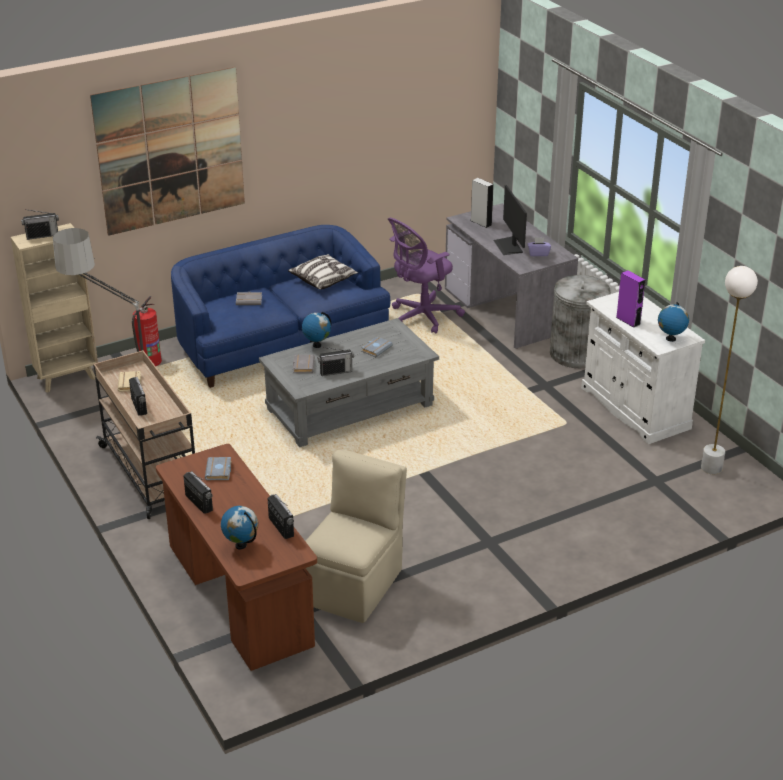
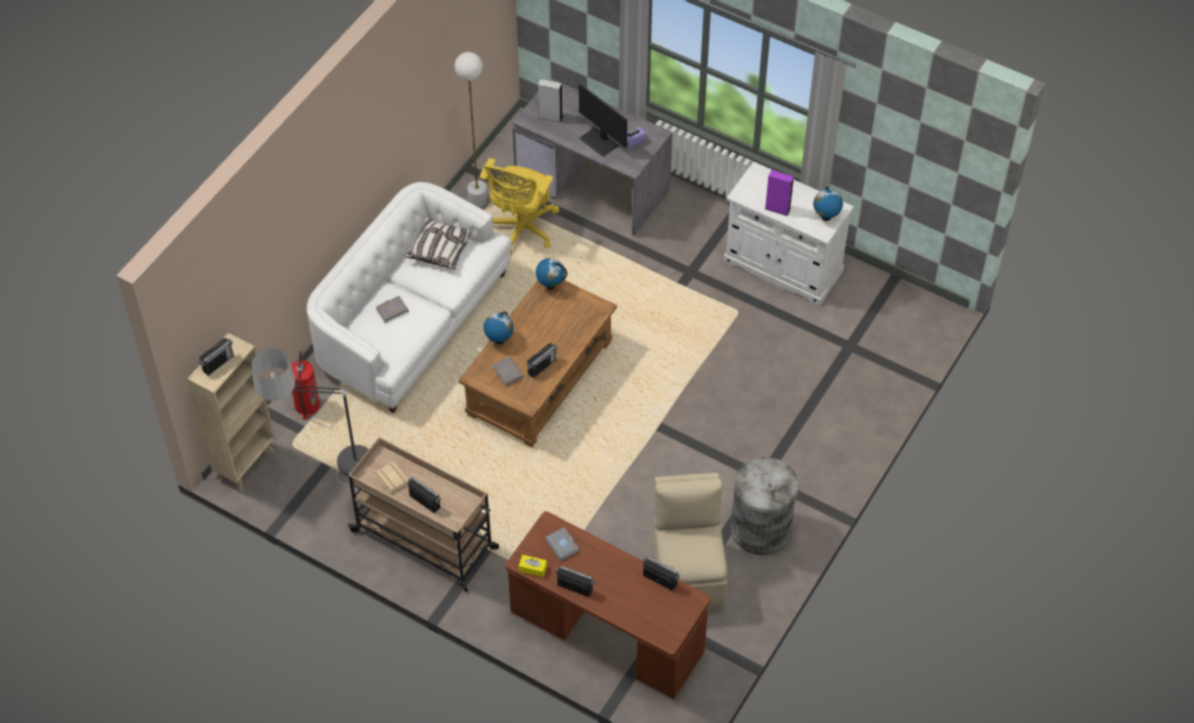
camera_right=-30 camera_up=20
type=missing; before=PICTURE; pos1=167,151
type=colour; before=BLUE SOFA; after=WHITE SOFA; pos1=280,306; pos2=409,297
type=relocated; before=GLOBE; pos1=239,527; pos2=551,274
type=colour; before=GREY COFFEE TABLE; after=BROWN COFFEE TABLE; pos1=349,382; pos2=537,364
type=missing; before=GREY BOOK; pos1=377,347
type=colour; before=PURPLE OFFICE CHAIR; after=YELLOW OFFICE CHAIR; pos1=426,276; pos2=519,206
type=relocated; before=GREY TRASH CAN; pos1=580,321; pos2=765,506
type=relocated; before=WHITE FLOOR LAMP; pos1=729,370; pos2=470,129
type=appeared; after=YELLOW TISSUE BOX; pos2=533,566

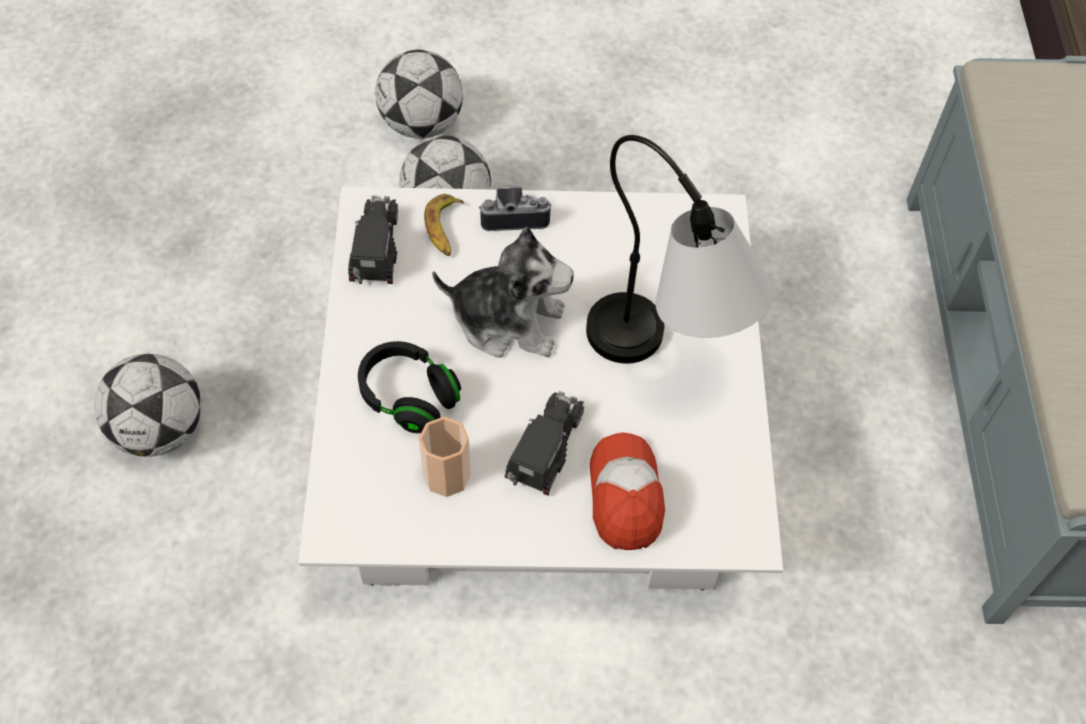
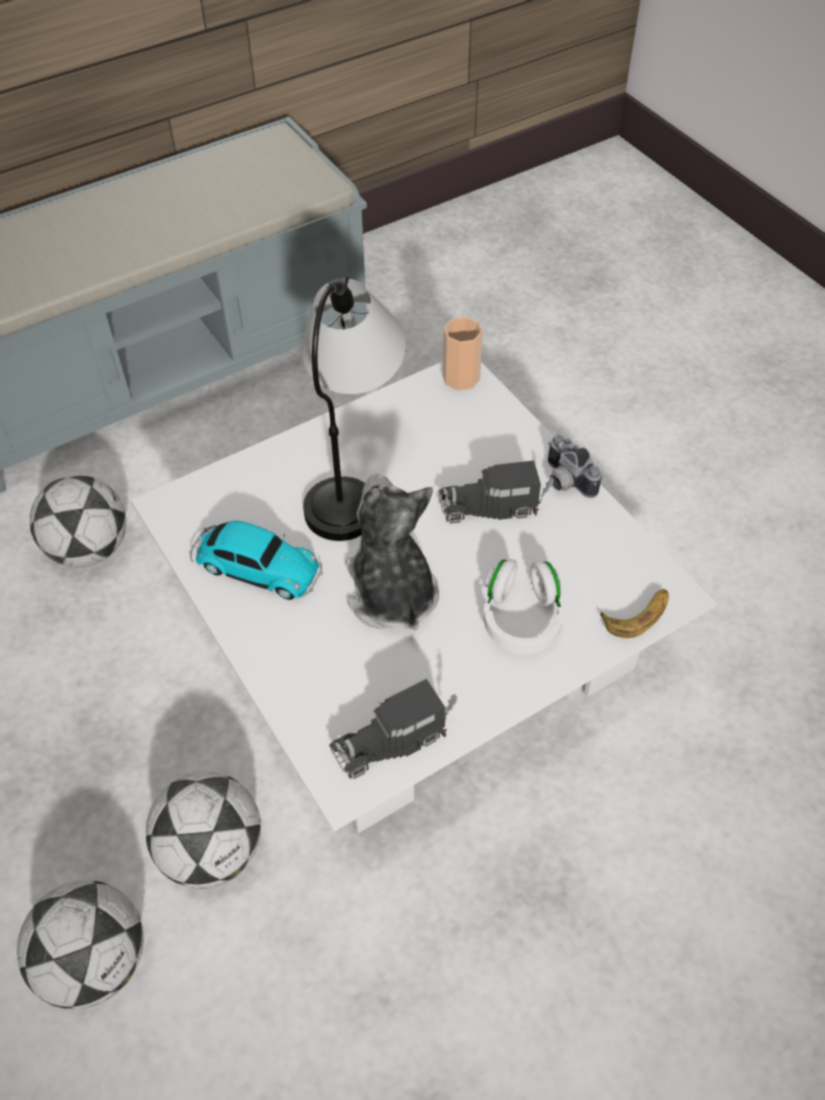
camera_right=-120 camera_up=-5
type=relocated; before=FOOTBALL; pos1=148,405; pos2=78,521
type=colour; before=BLACK HEADPHONES; after=WHITE HEADPHONES; pos1=409,387; pos2=523,606
type=relocated; before=CUP; pos1=445,457; pos2=462,353
type=relocated; before=BANANA; pos1=444,225; pos2=634,613
type=relocated; before=PHOTO CAMERA; pos1=515,208; pos2=575,466
type=missing; before=CAP; pos1=627,491
type=appeared; after=TOY CAR; pos2=256,560

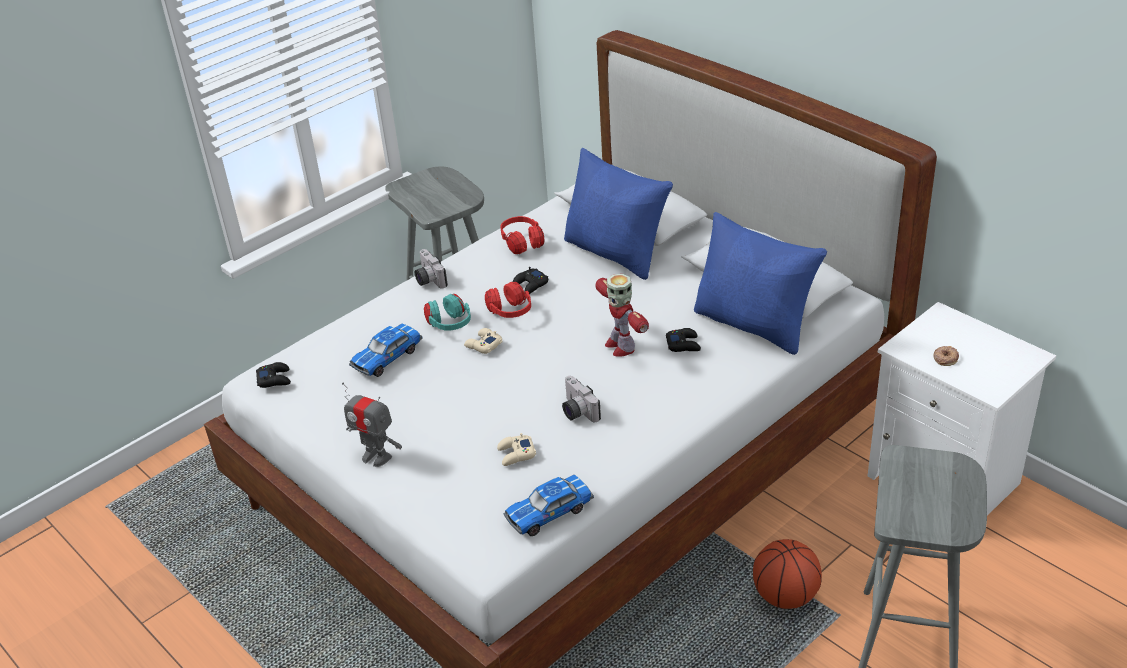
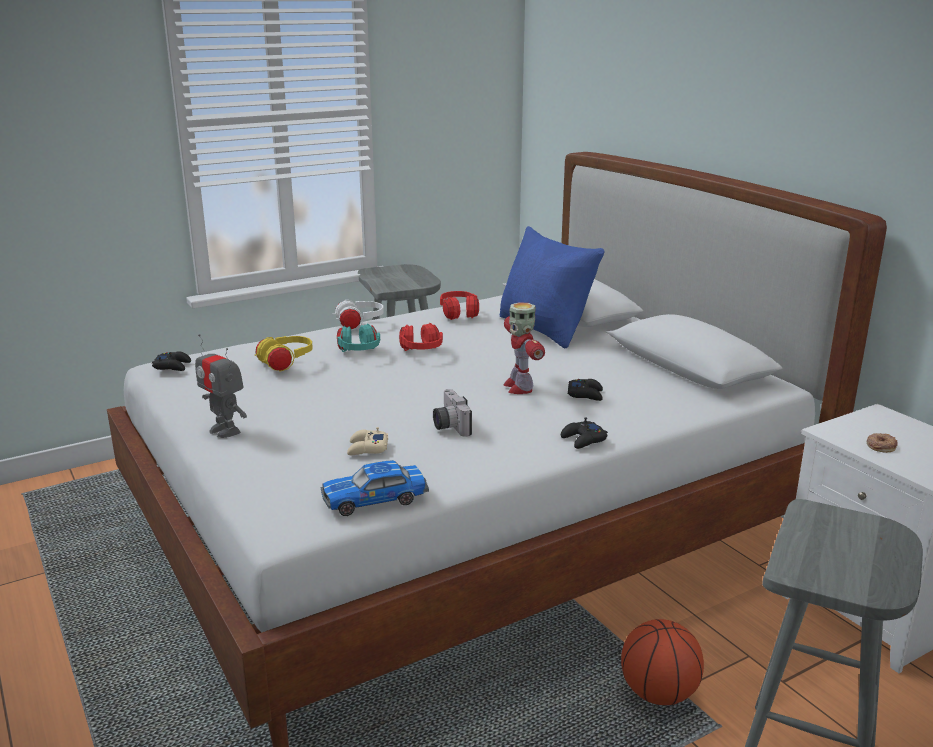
camera_right=10 camera_up=-15
type=exchanged; before=TOY CAR; after=YELLOW HEADPHONES; pos1=386,350; pos2=283,354
type=exchanged; before=PHOTO CAMERA; after=WHITE HEADPHONES; pos1=431,268; pos2=358,315
type=missing; before=BEIGE GAME CONTROLLER; pos1=483,341
type=relocated; before=BLACK GAME CONTROLLER; pos1=531,280; pos2=584,433
type=missing; before=BLUE PILLOW; pos1=760,283

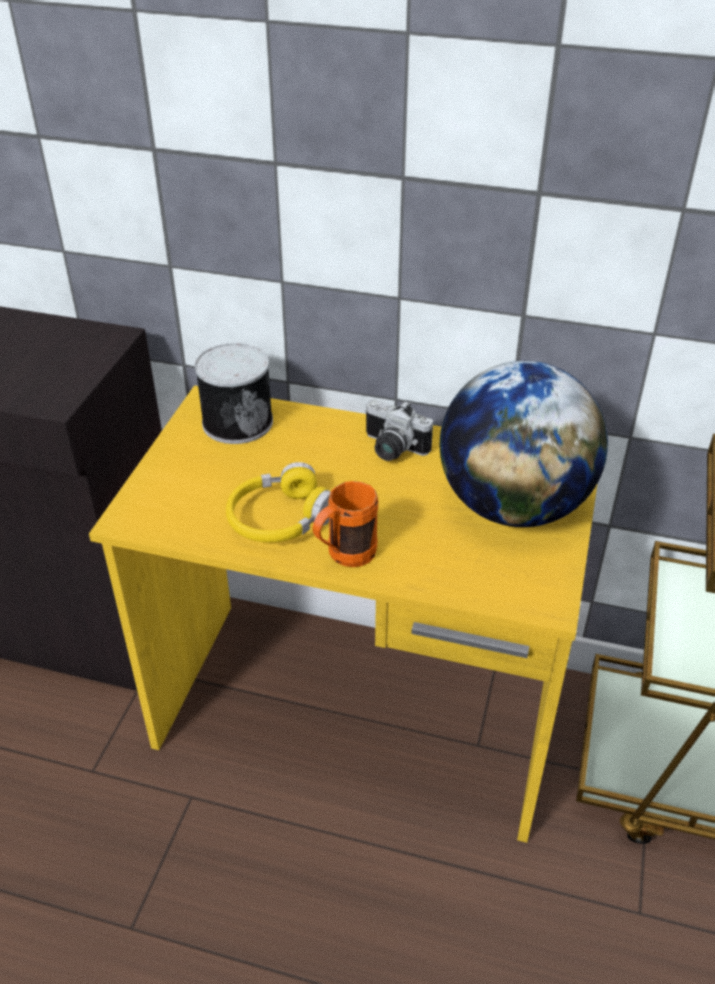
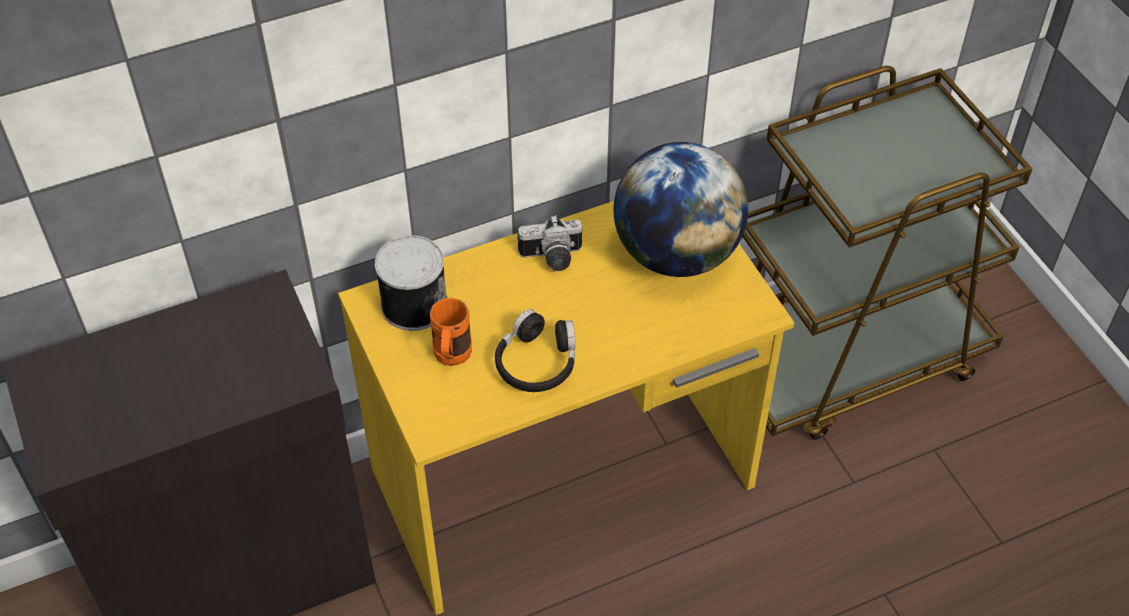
camera_right=-40 camera_up=10
type=colour; before=YELLOW HEADPHONES; after=BLACK HEADPHONES; pos1=278,502; pos2=535,350
type=relocated; before=ORANGE MUG; pos1=345,524; pos2=450,332

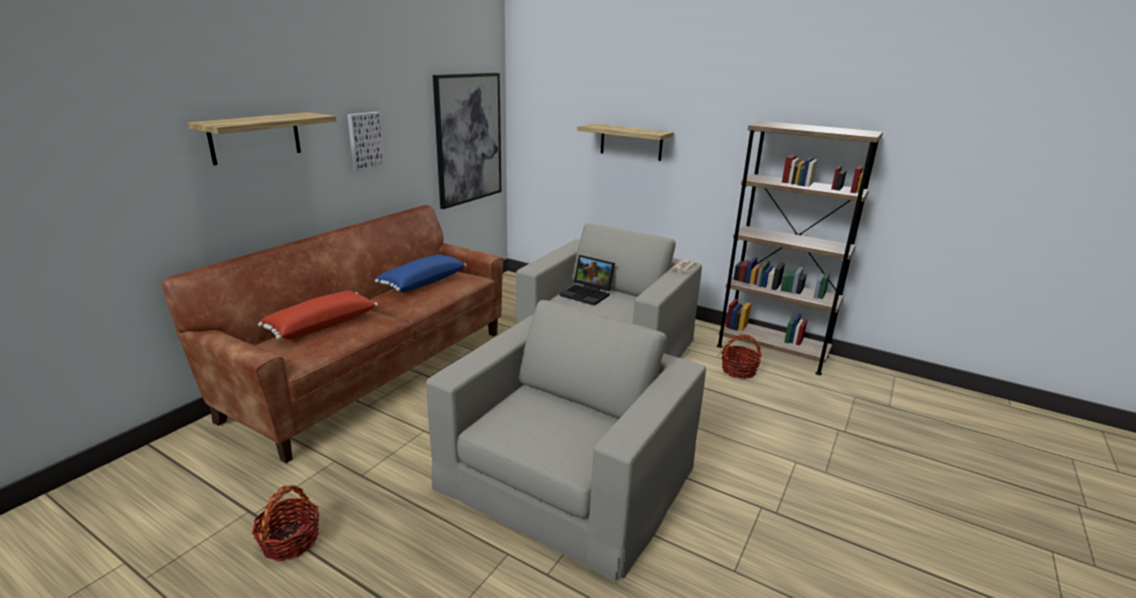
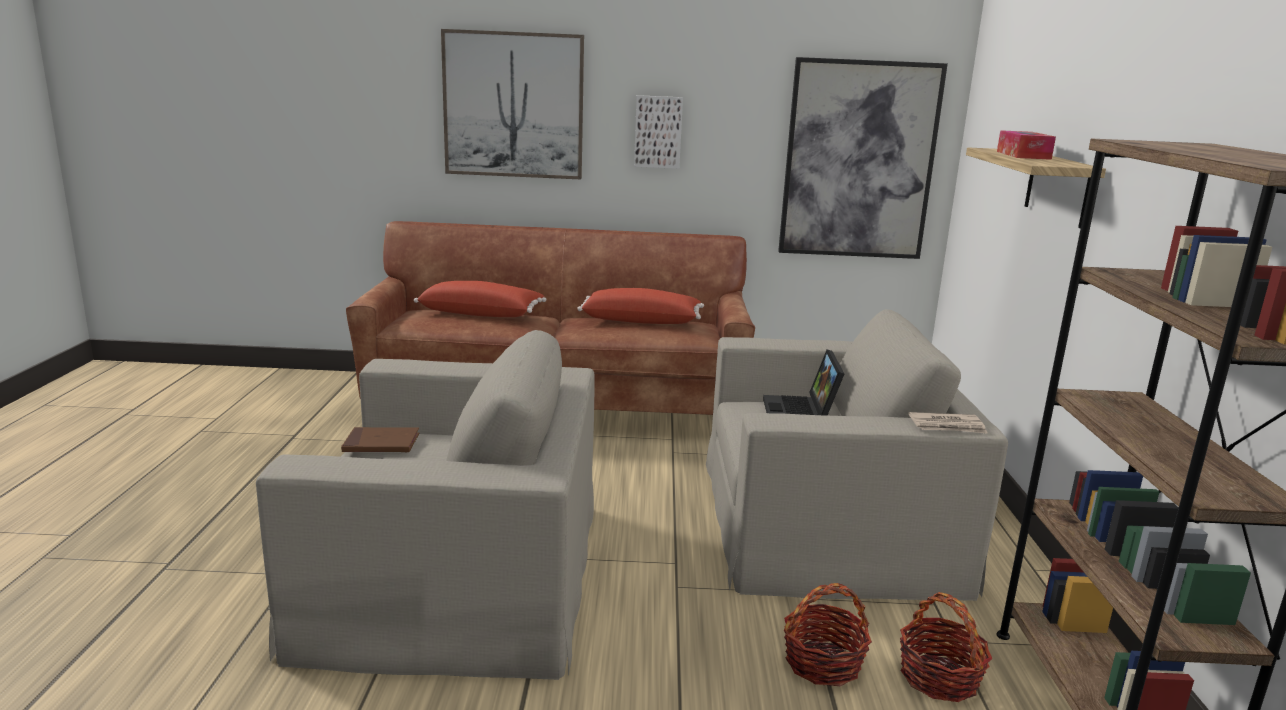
camera_right=60 camera_up=-5
type=exchanged; before=SHELF; after=PICTURE; pos1=262,138; pos2=512,104
type=relocated; before=BASKET; pos1=285,523; pos2=828,634
type=colour; before=BLUE PILLOW; after=RED PILLOW; pos1=420,273; pos2=640,306
type=appeared; after=BROWN BOOK; pos2=380,439
type=appeared; after=TISSUE BOX; pos2=1026,145

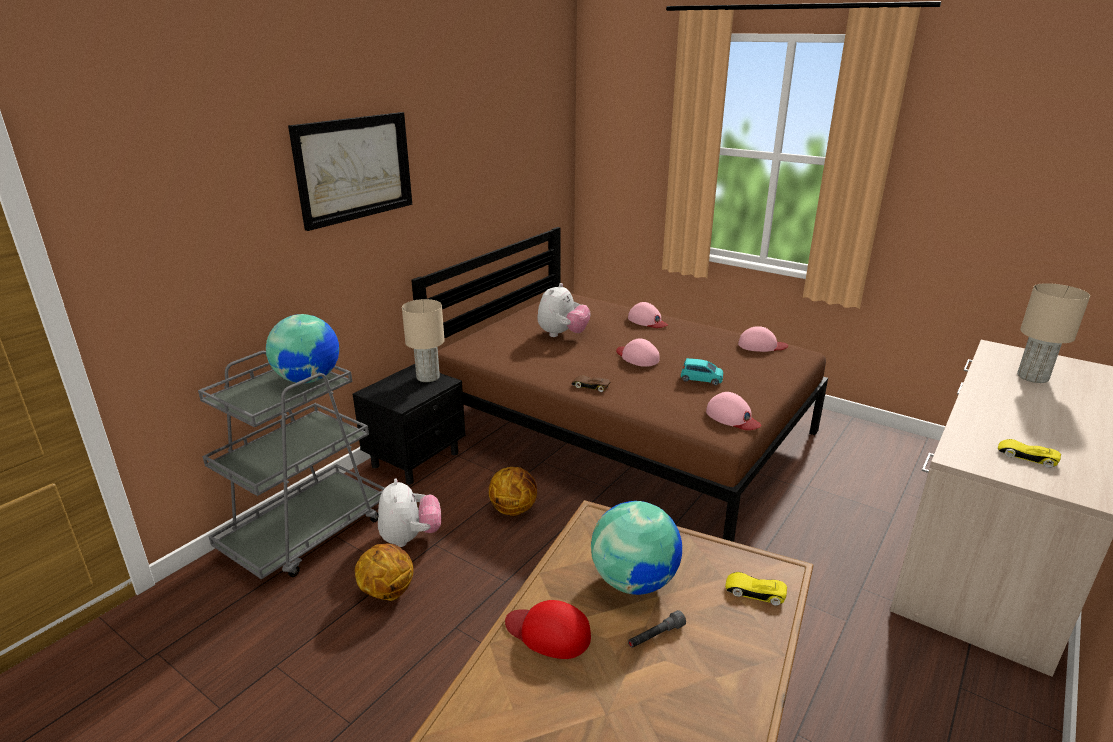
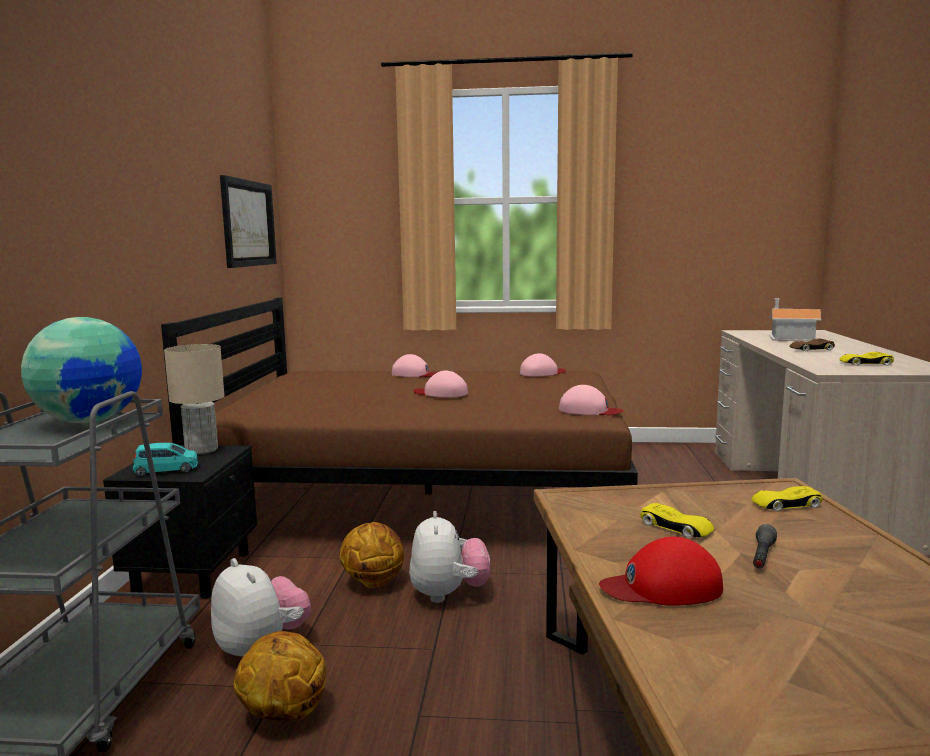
camera_right=-30 camera_up=-15
type=relocated; before=PICTURE; pos1=350,171; pos2=248,221
type=relocated; before=PLUSH TOY; pos1=564,310; pos2=449,557
type=relocated; before=BROWN TOY CAR; pos1=591,383; pos2=812,345
type=exchanged; before=GLOBE; after=YELLOW TOY CAR; pos1=636,548; pos2=677,520
type=relocated; before=TURQUOISE TOY CAR; pos1=702,371; pos2=165,460
type=exchanged; before=BEIGE TABLE LAMP; after=TOY HOUSE; pos1=1053,333; pos2=795,320

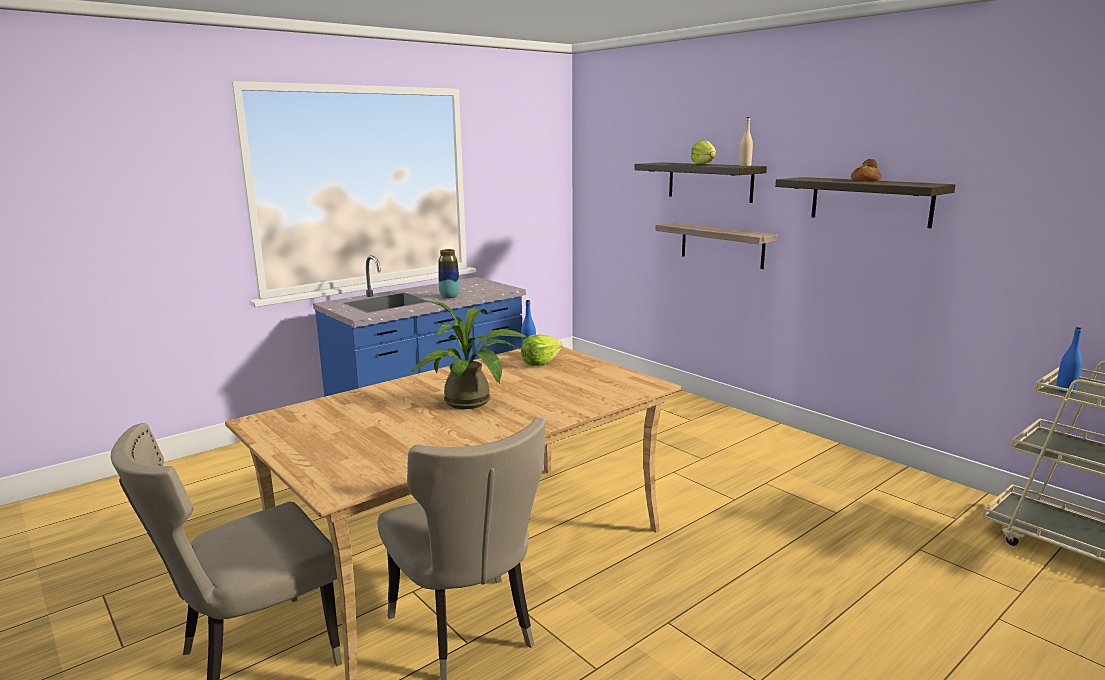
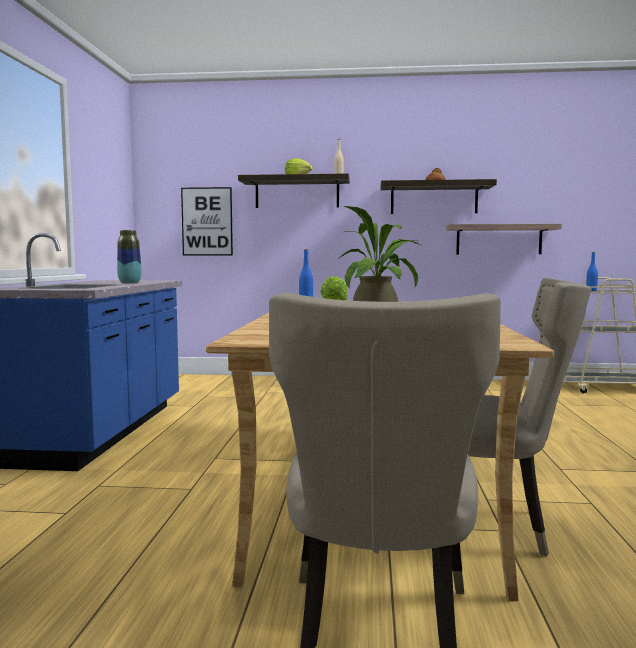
camera_right=-45 camera_up=-10
type=relocated; before=SHELF; pos1=716,245; pos2=504,239
type=appeared; after=PICTURE; pos2=207,221

